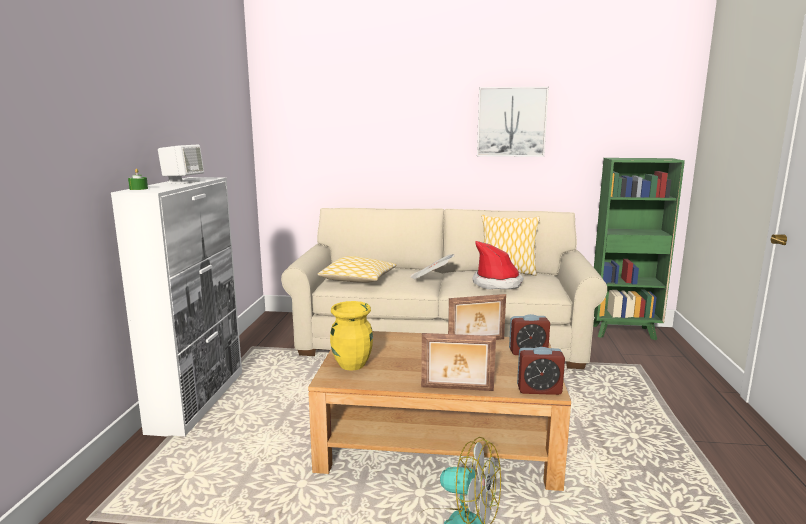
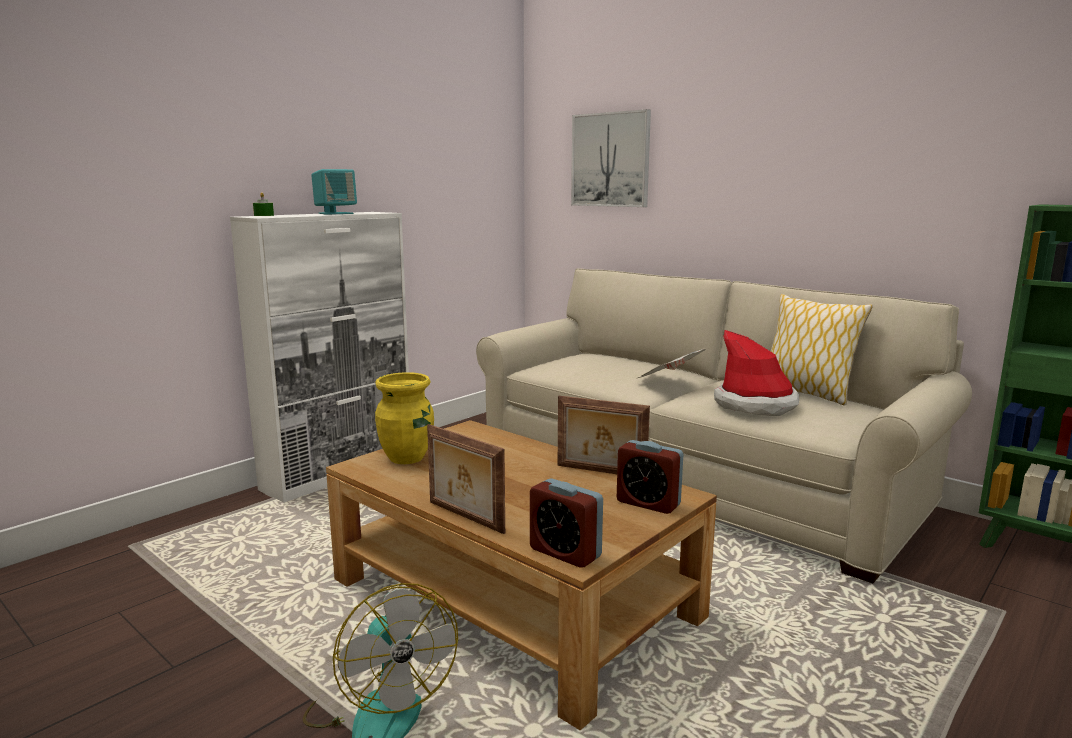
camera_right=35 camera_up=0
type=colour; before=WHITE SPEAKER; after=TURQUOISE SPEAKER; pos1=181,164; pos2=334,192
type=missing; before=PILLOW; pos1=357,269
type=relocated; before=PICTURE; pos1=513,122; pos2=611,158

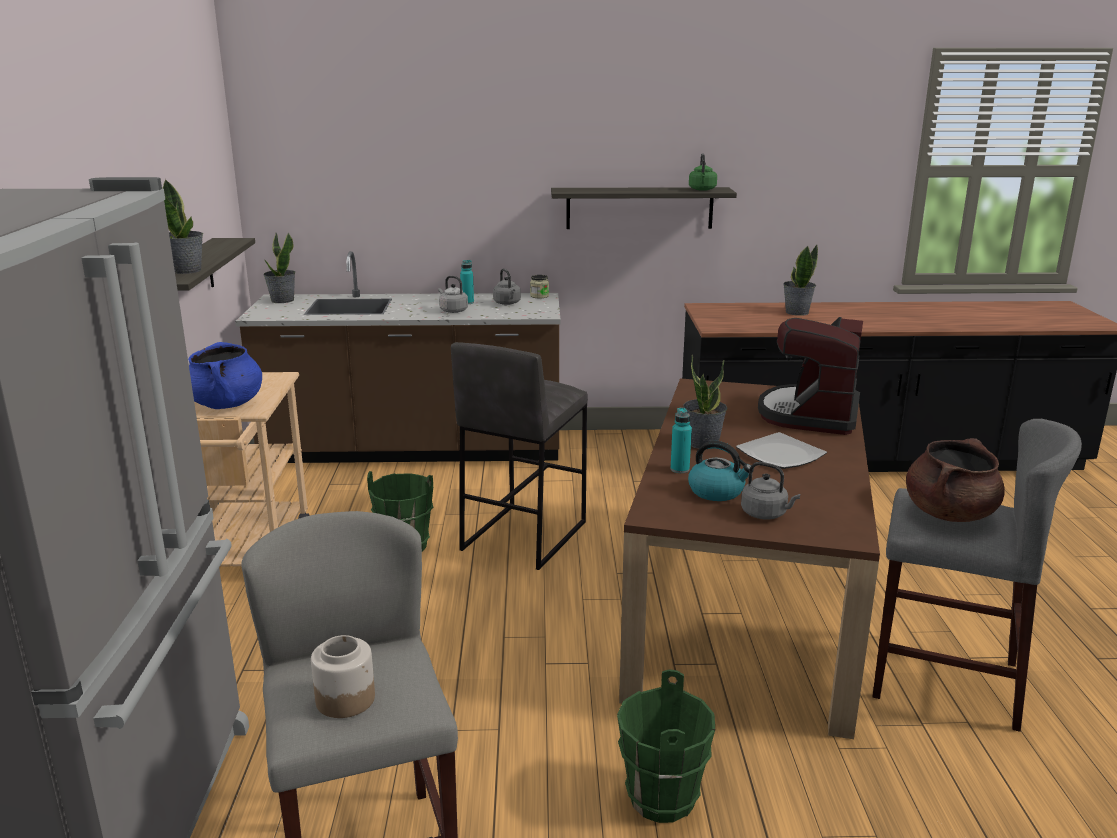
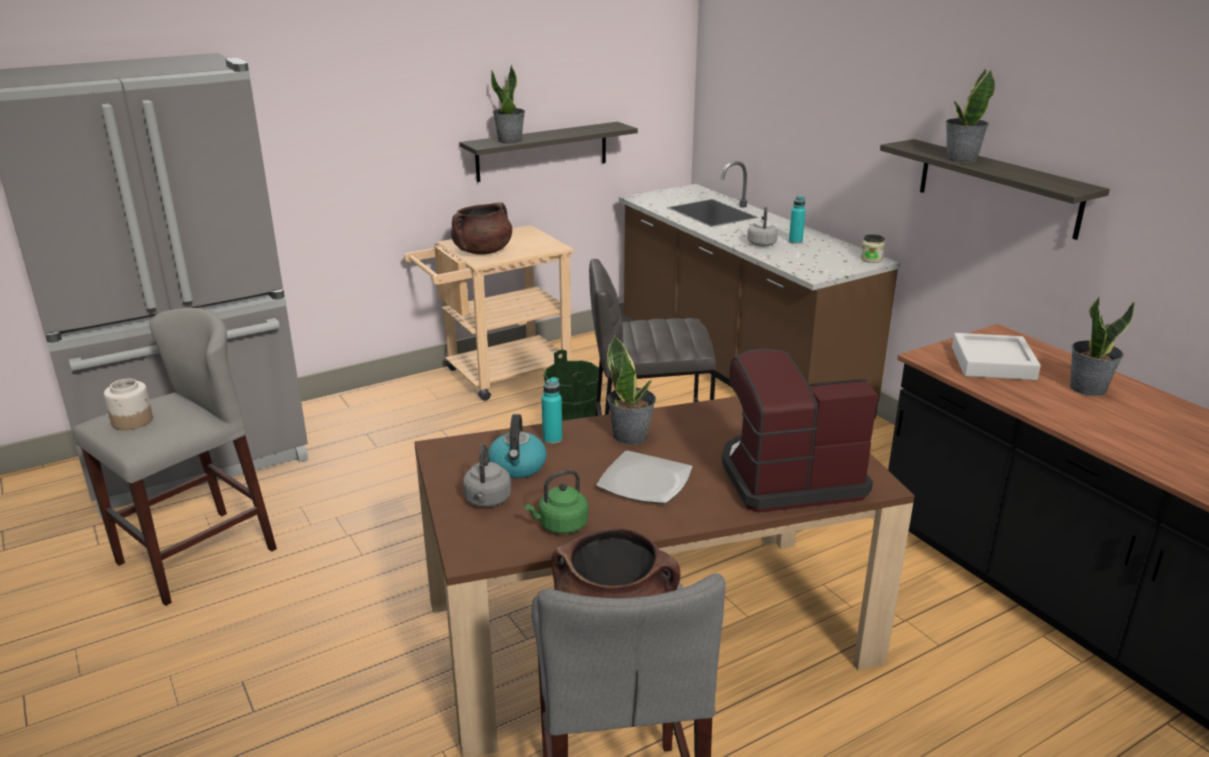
camera_right=60 camera_up=5
type=colour; before=BLUE COOKING POT; after=BROWN COOKING POT; pos1=225,375; pos2=481,228
type=relocated; before=POTTED PLANT; pos1=279,267; pos2=970,115
type=missing; before=GREY KETTLE; pos1=507,287
type=missing; before=GREEN BUCKET; pos1=666,746
type=relocated; before=GREEN KETTLE; pos1=703,172; pos2=556,502
type=appeared; after=GREY TRAY; pos2=996,356

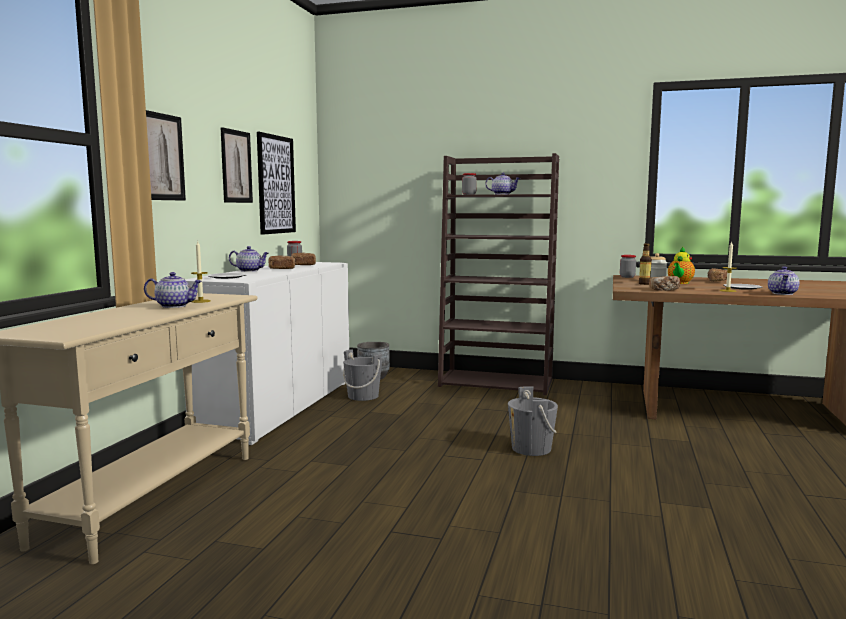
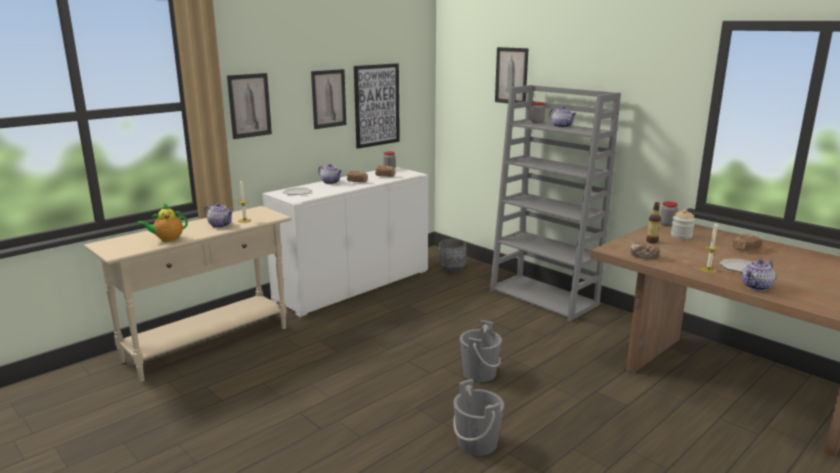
camera_right=30 camera_up=10
type=relocated; before=GREY BUCKET; pos1=362,375; pos2=478,417
type=colour; before=BROWN BOOKCASE; after=GREY BOOKCASE; pos1=498,274; pos2=555,203
type=relocated; before=TEAPOT; pos1=681,265; pos2=162,222
type=appeared; after=PICTURE; pos2=512,75

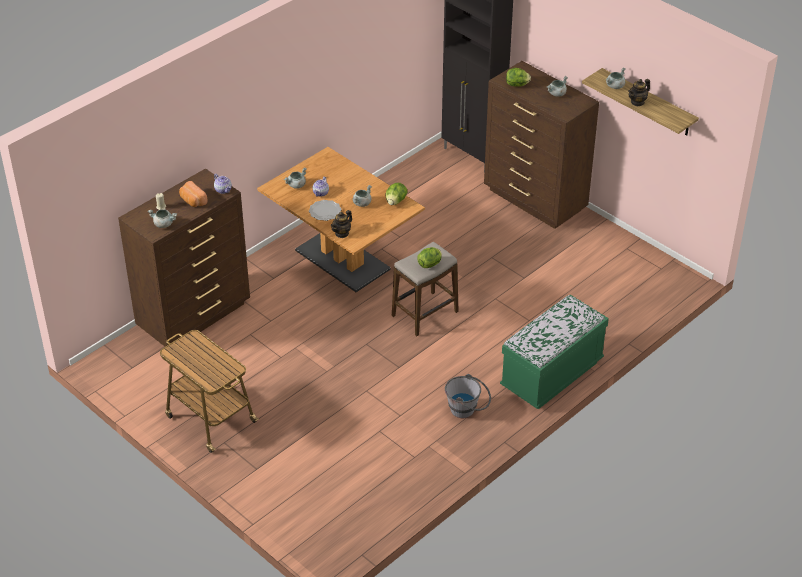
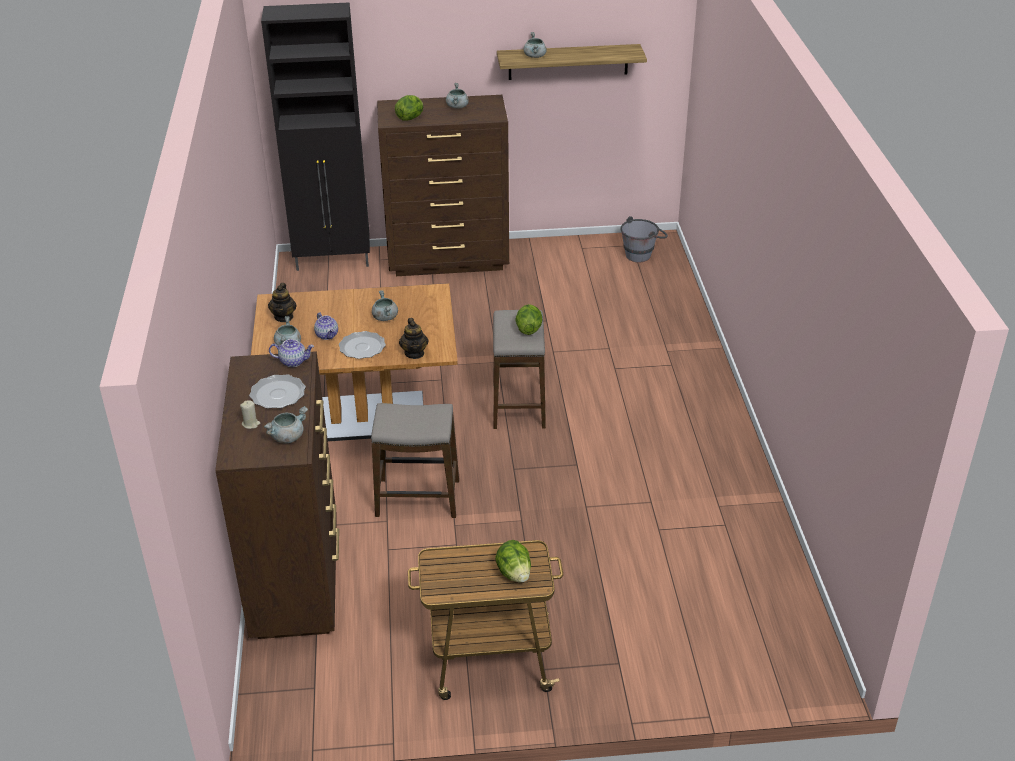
camera_right=-50 camera_up=-5
type=exchanged; before=BREAD; after=PLATE; pos1=193,194; pos2=277,391
type=relocated; before=LETTUCE; pos1=396,194; pos2=513,561
type=relocated; before=GREY BUCKET; pos1=468,396; pos2=644,239
type=missing; before=GREEN BENCH; pos1=554,352
type=relocated; before=TEAPOT; pos1=639,92; pos2=282,302
type=appeared; after=STOOL; pos2=415,460

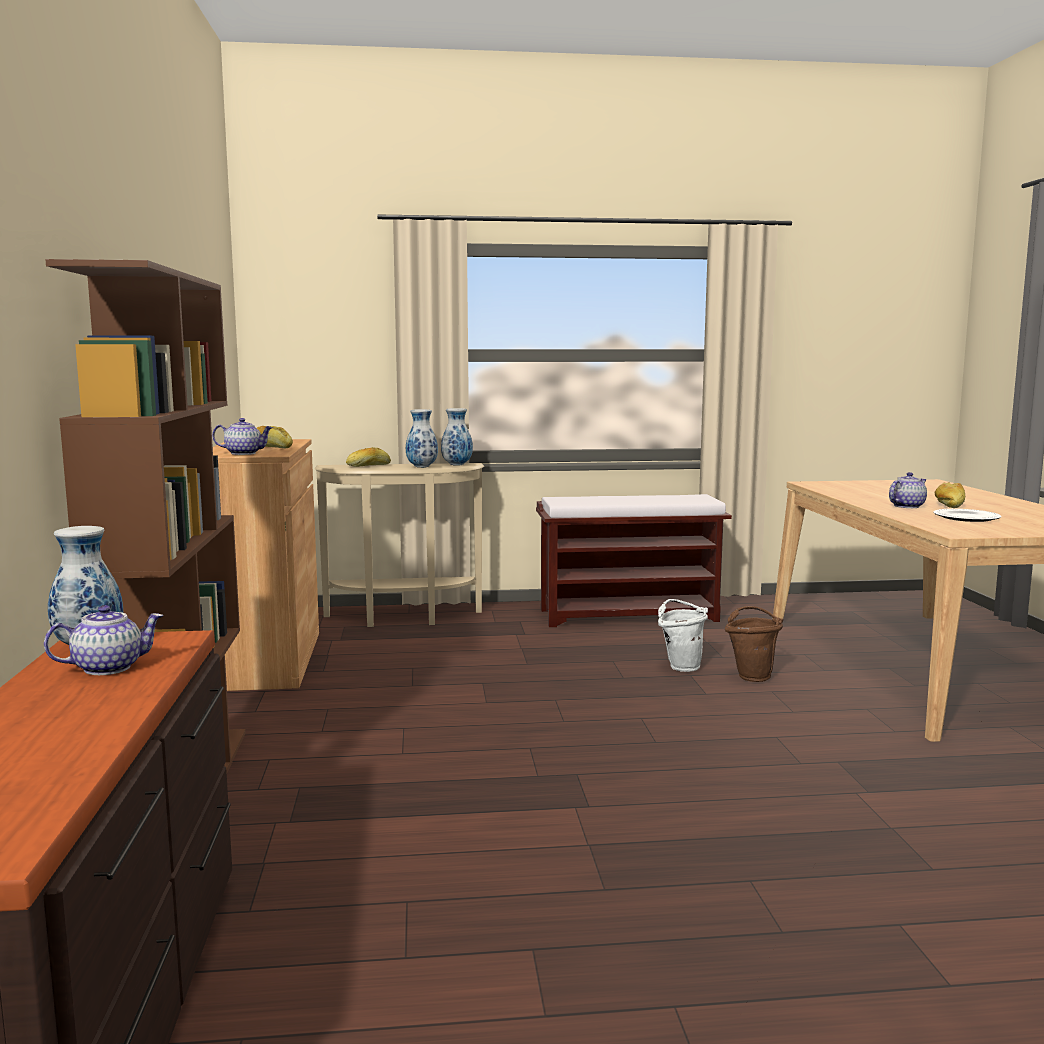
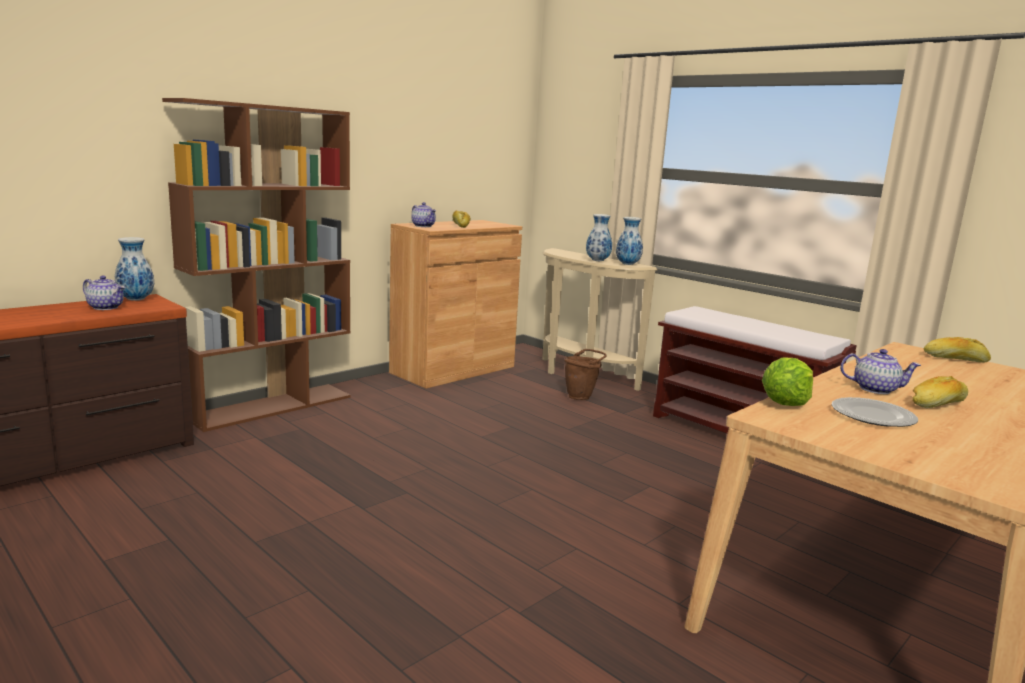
camera_right=50 camera_up=5
type=relocated; before=BREAD; pos1=368,457; pos2=957,350
type=missing; before=WHITE BUCKET; pos1=683,635
type=relocated; before=BROWN BUCKET; pos1=754,644; pos2=585,374
type=appeared; after=LETTUCE; pos2=787,382

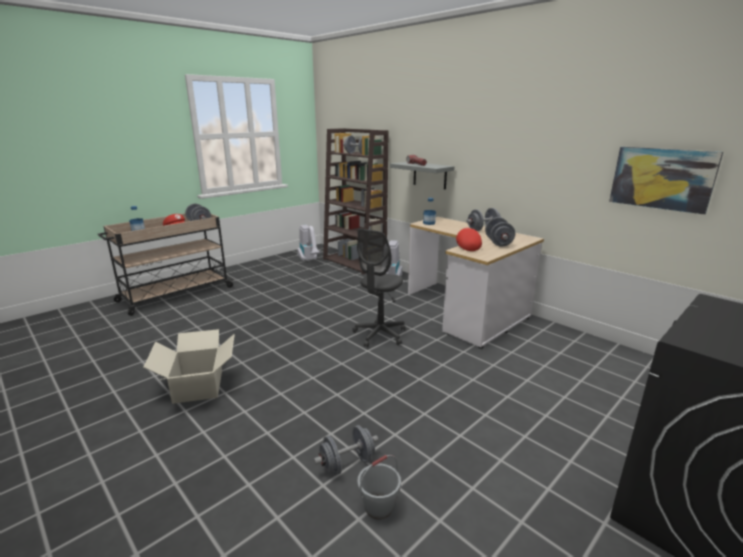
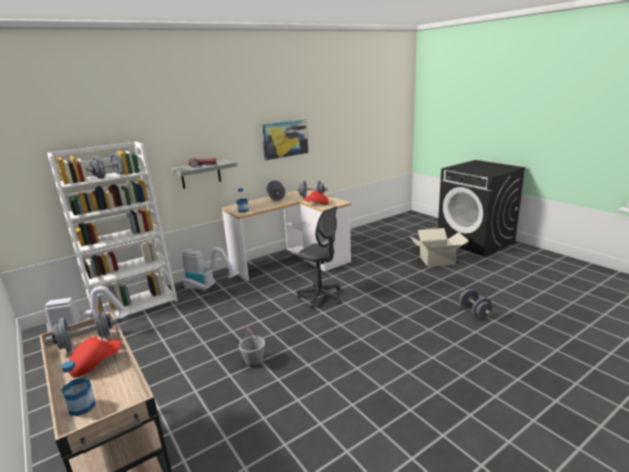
camera_right=-80 camera_up=0
type=relocated; before=CARDBOARD BOX; pos1=189,366; pos2=439,247
type=colour; before=BROWN BOOKCASE; after=WHITE BOOKCASE; pos1=356,201; pos2=112,230
type=relocated; before=GREY BUCKET; pos1=379,487; pos2=252,347
type=relocated; before=PICTURE; pos1=666,181; pos2=284,139

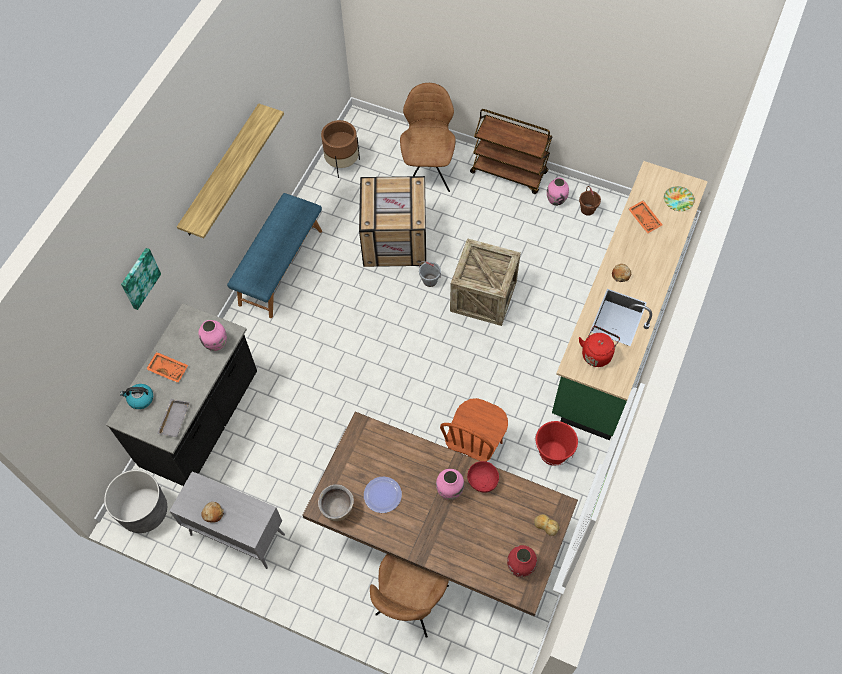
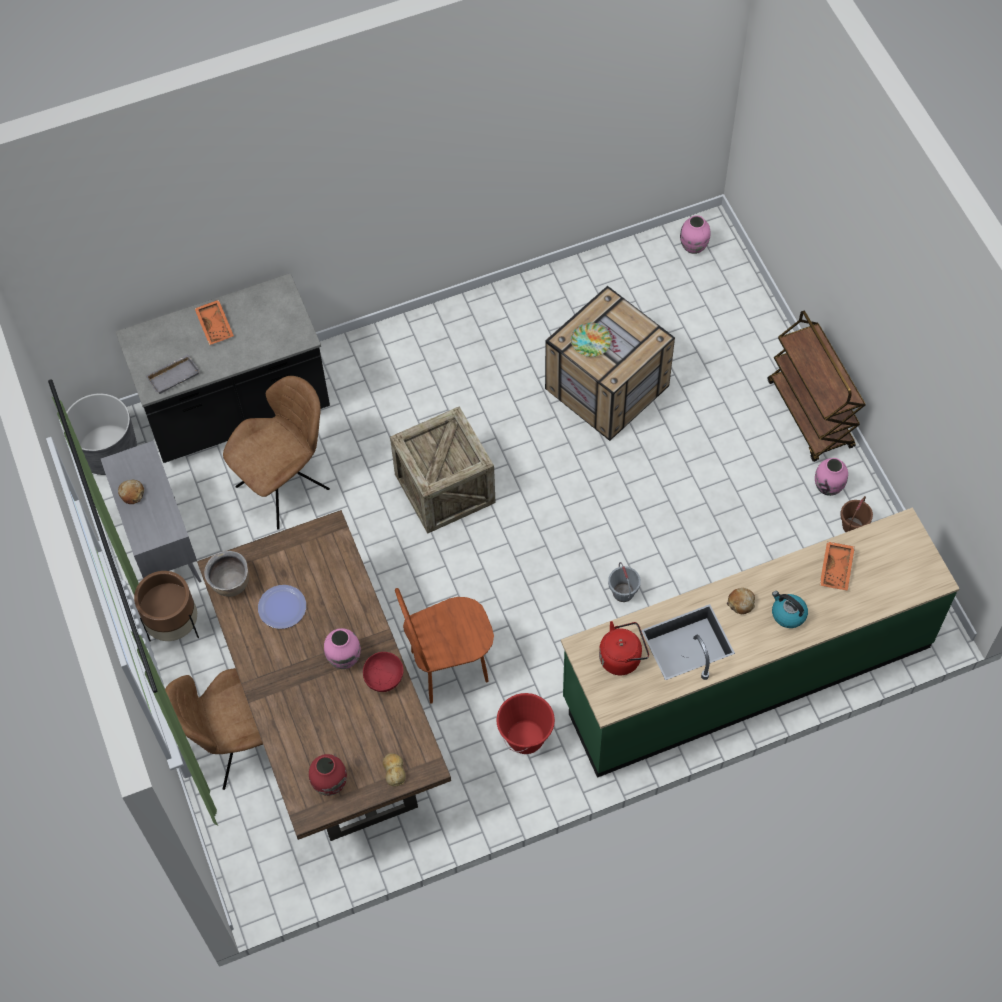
camera_right=45 camera_up=0
type=relocated; before=KETTLE; pos1=136,396; pos2=790,609
type=missing; before=PICTURE; pos1=141,279
type=missing; before=SHELF; pos1=230,170
type=relocated; before=PINK VASE; pos1=213,335; pos2=695,234
type=missing; before=BLUE BENCH; pos1=274,255
type=relocated; before=BROWN PLANTER; pos1=340,149; pos2=166,606
type=relocated; before=BROWN CHAIR; pos1=428,137; pos2=276,453
type=relocated; before=GREY BUCKET; pos1=430,274; pos2=624,582
type=relocated; before=CRATE; pos1=485,282; pos2=443,470
type=relocated; before=PLATE; pos1=679,198; pos2=591,340

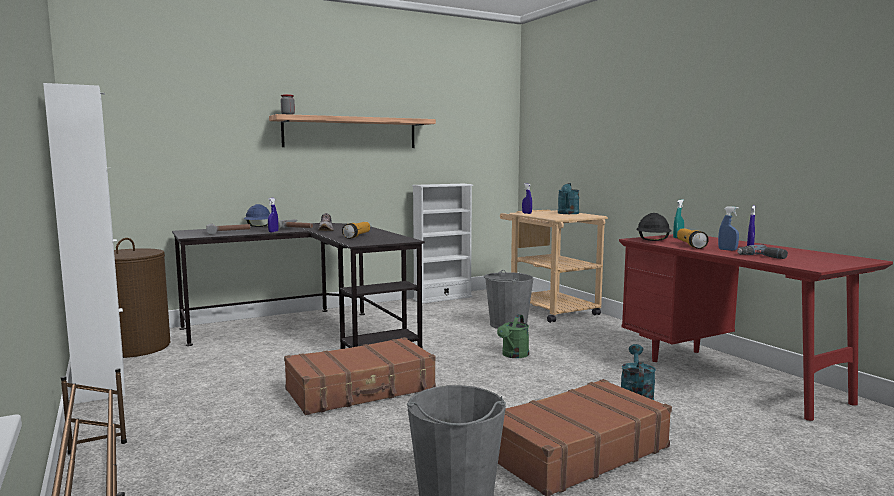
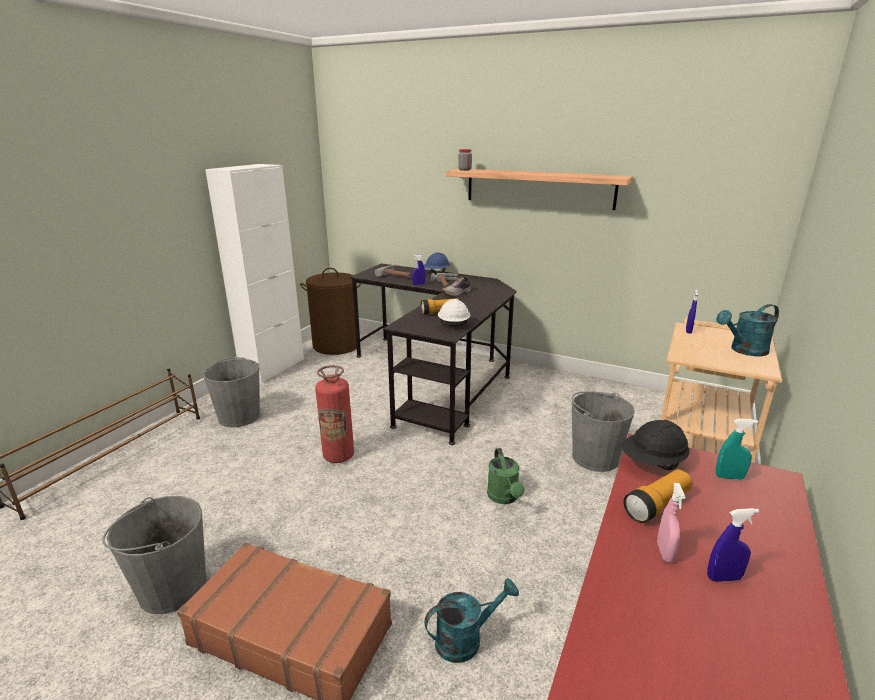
camera_right=55 camera_up=15
type=exchanged; before=BROWN SUITCASE; after=FIRE EXTINGUISHER; pos1=360,376; pos2=334,414
type=missing; before=WHITE BOOKCASE; pos1=442,244
type=spun; before=GREEN WATERING CAN; pos1=513,336; pos2=505,476; turn=-90
type=colour; before=BLUE SPRAY BOTTLE; after=PINK SPRAY BOTTLE; pos1=728,228; pos2=671,523
type=missing; before=POWER DRILL; pos1=762,252
type=appeared; after=GREY BUCKET; pos2=231,392
type=appeared; after=WHITE HARD HAT; pos2=454,312

